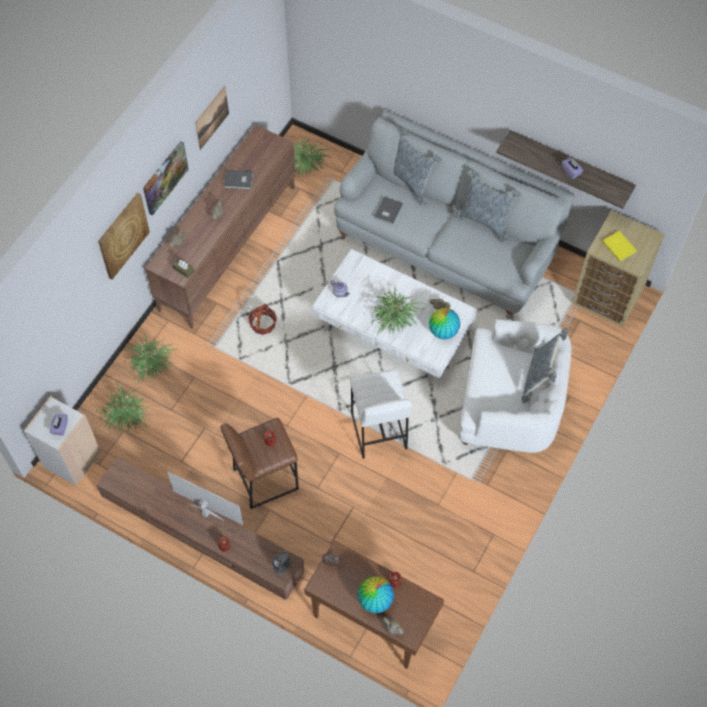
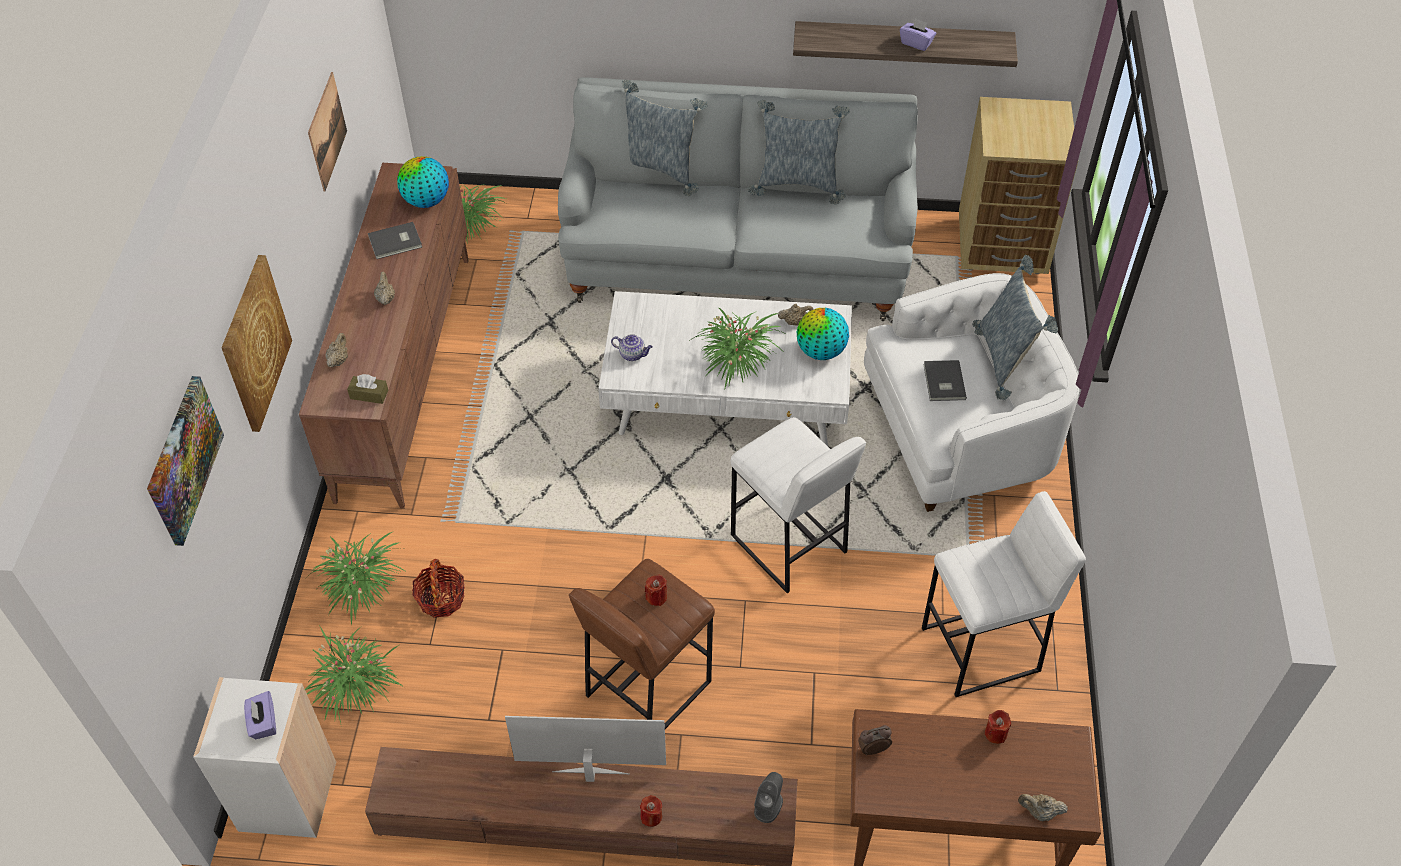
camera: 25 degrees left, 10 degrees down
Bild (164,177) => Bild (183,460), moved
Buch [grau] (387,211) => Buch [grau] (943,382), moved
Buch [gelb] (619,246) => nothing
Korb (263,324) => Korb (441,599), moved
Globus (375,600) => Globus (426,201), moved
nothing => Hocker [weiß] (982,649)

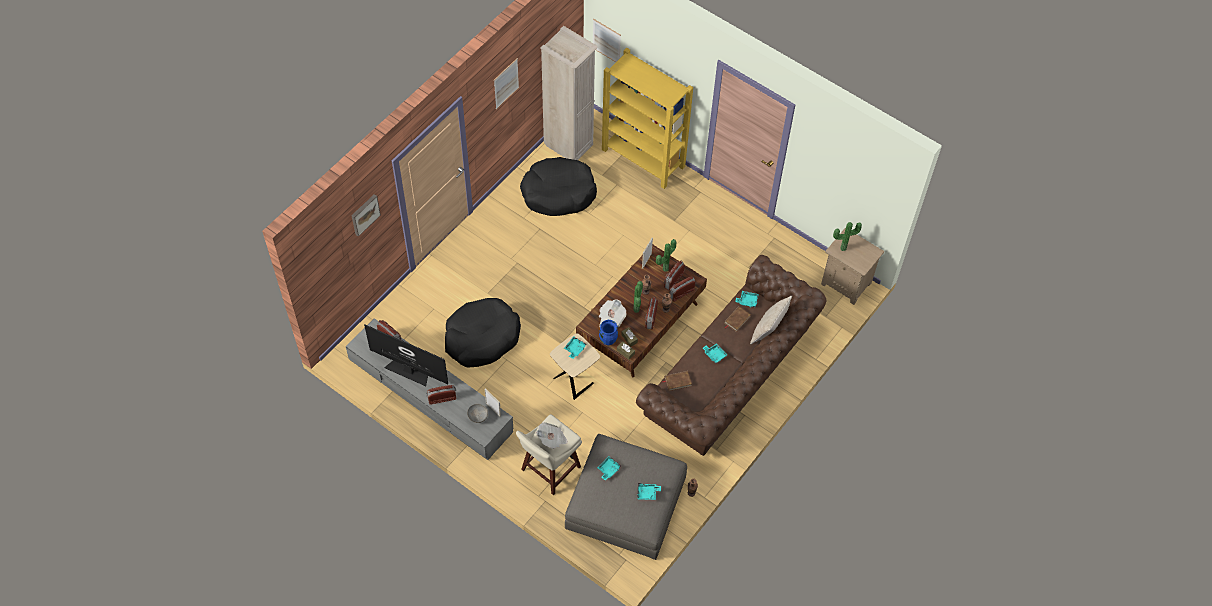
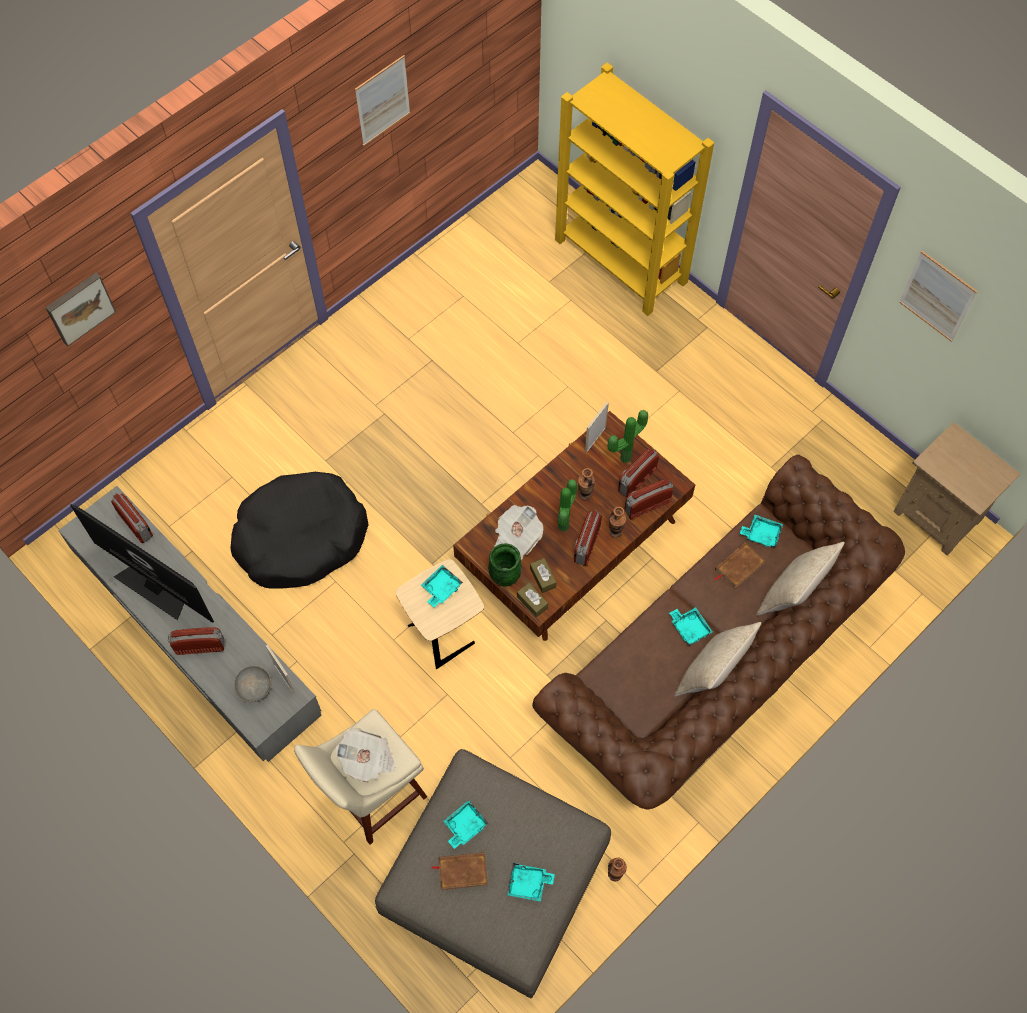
camera: 10 degrees right, 5 degrees up
Bild (606,41) => Bild (937,296), moved
Schrank [beige] (569,144) => nothing
Hundebett [schwarz] (558,193) => nothing
Topfpflanze (842,247) => nothing
Vase [blau] (608,340) => Vase [grün] (505,576)
Buch [braun] (677,381) => Buch [braun] (462,871), moved
nothing => Kissen [beige] (711,673)

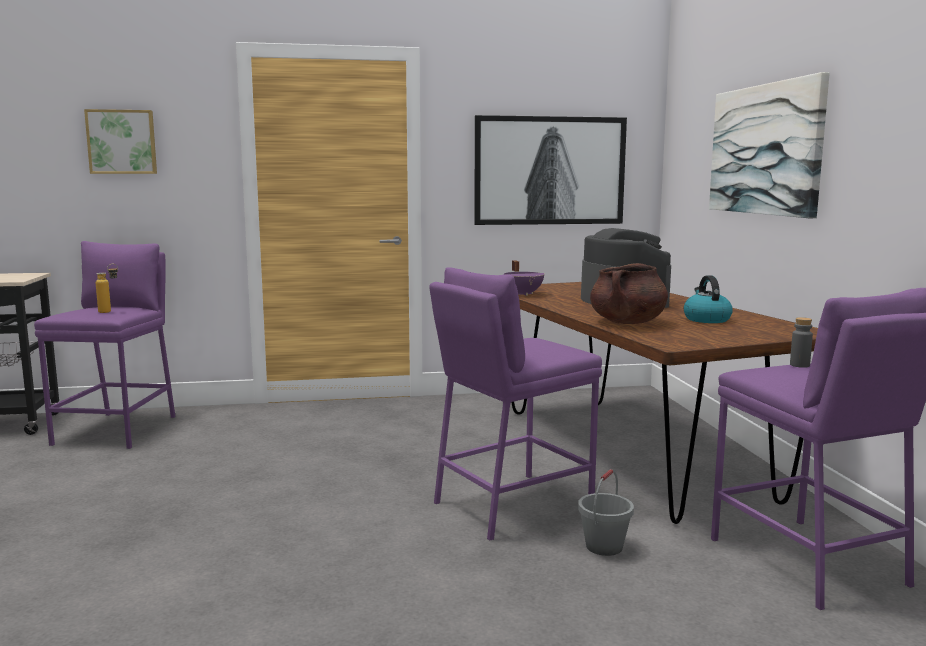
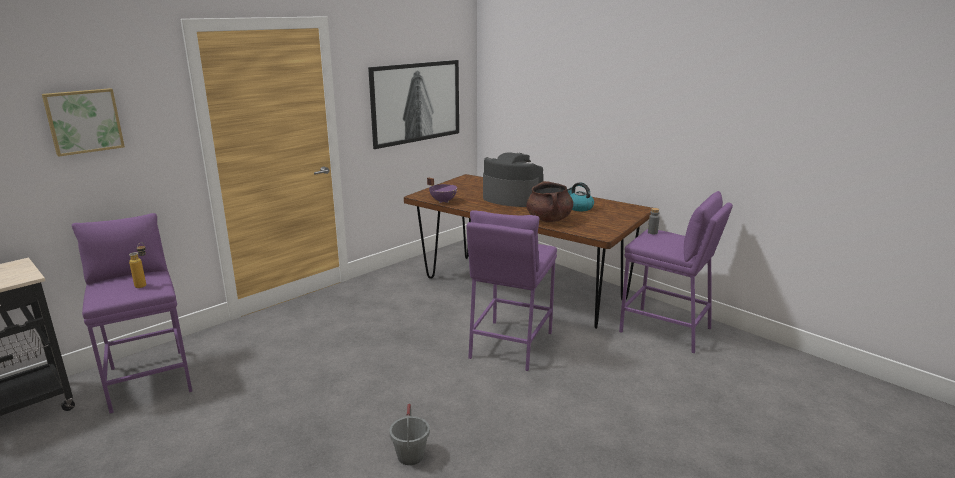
camera: 35 degrees left, 10 degrees up
Bild (765,149) => nothing
Eimer [grau] (603,546) => Eimer [grau] (410,456), moved

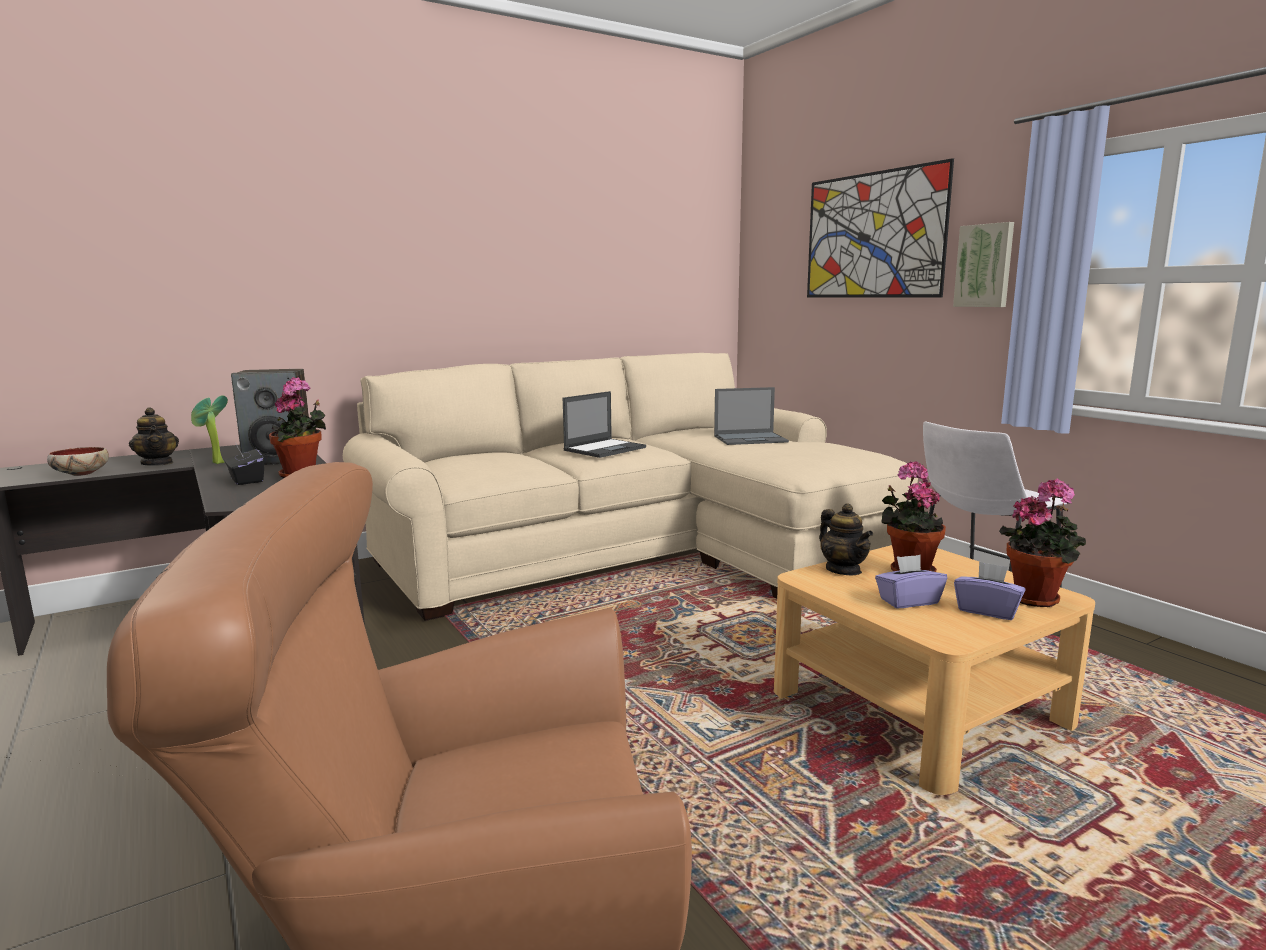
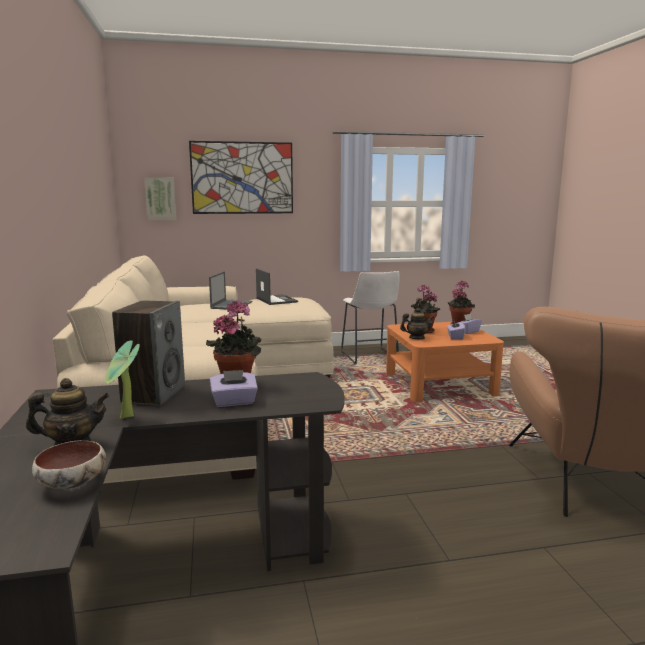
camera: 70 degrees left, 0 degrees up
Bild (984,266) => Bild (160,198), moved
Laptop (605,449) => Laptop (276,300), moved
Taschentuchbox [schwarz] (246,480) => Taschentuchbox [lila] (234,402)
Couchtisch [beige] (918,707) => Couchtisch [orange] (438,384)

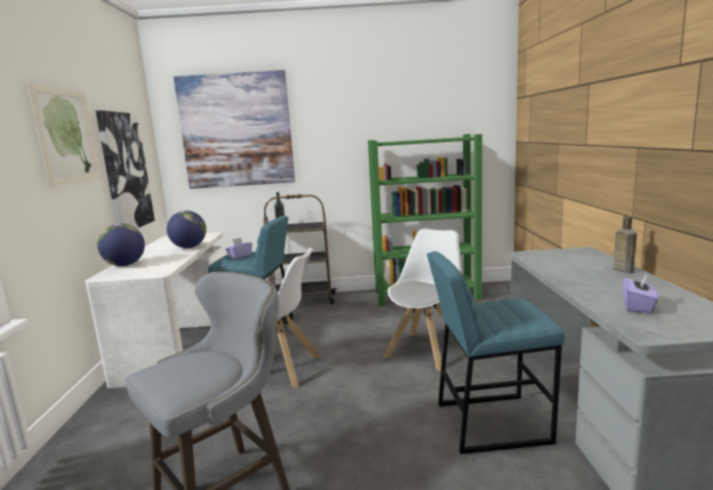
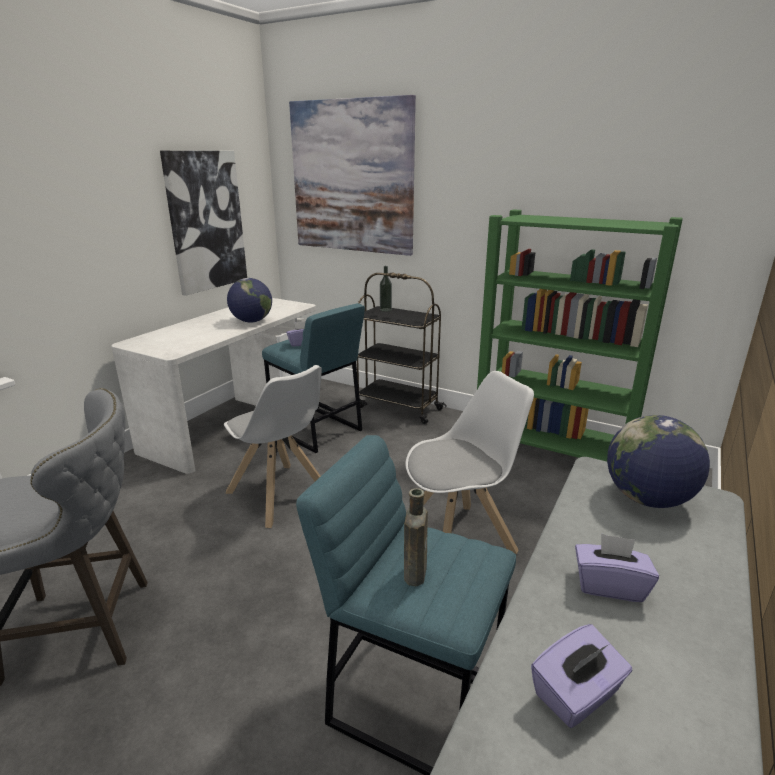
camera: 30 degrees right, 10 degrees up
Bild (66,136) => nothing
Flasche [braun] (622,270) => Flasche [braun] (415,571), moved
Globus (125,265) => Globus (647,499), moved
nothing => Taschentuchbox [lila] (609,585)

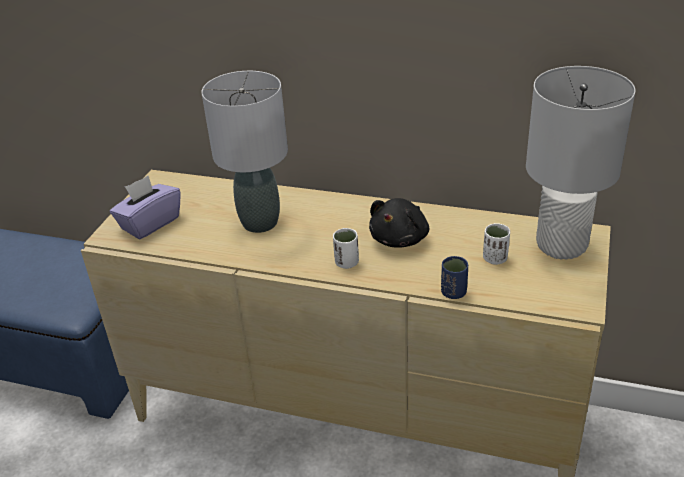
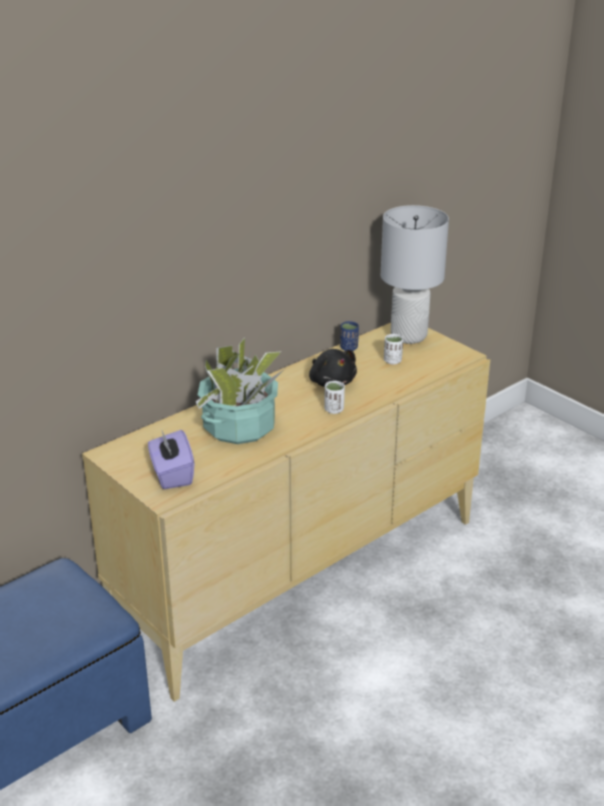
camera: 60 degrees left, 5 degrees down
Tischlampe [grau] (259,223) => Topfpflanze (239,427)
Tasse [blau] (453,293) => Tasse [blau] (349,348), moved

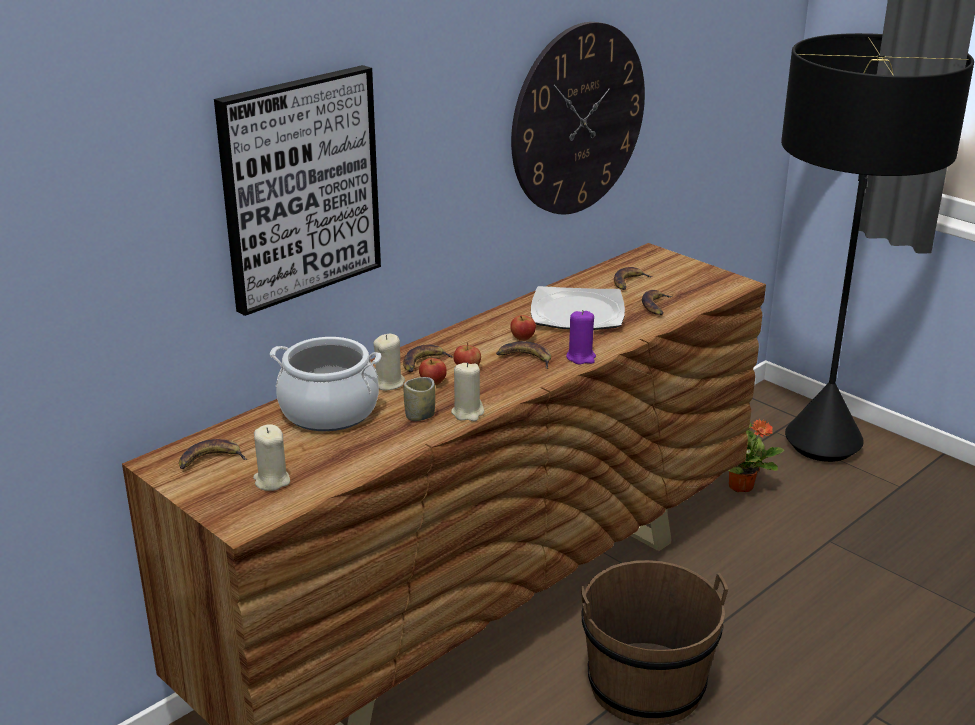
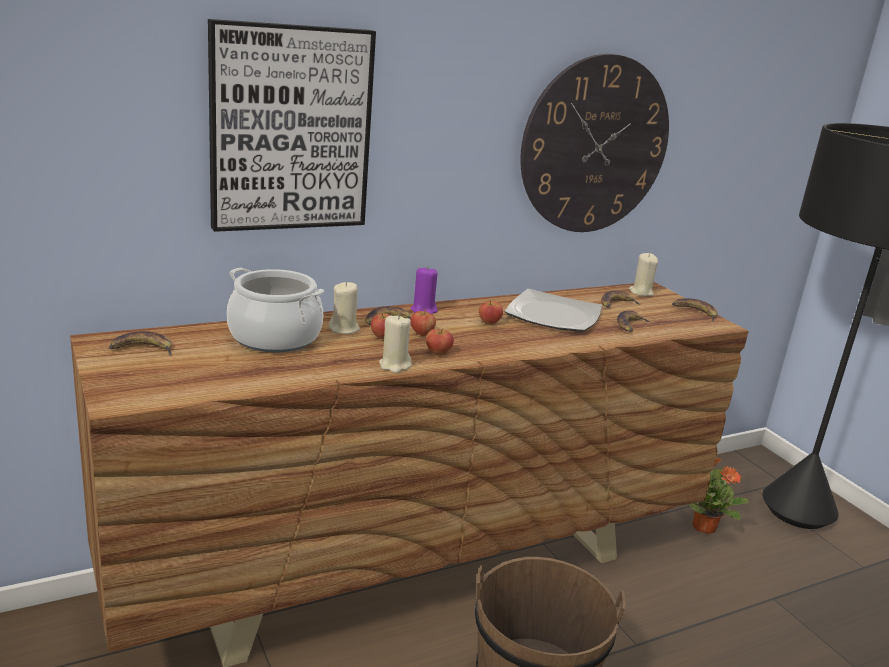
camera: 15 degrees right, 5 degrees down
Kerze [lila] (581,357) => Kerze [lila] (424,310), moved
Banane (525,358) => Banane (695,312), moved
Tasse (420,415) => nothing
Kerze [beige] (272,481) => Kerze [beige] (641,292), moved
nothing => Apfel (438,352)

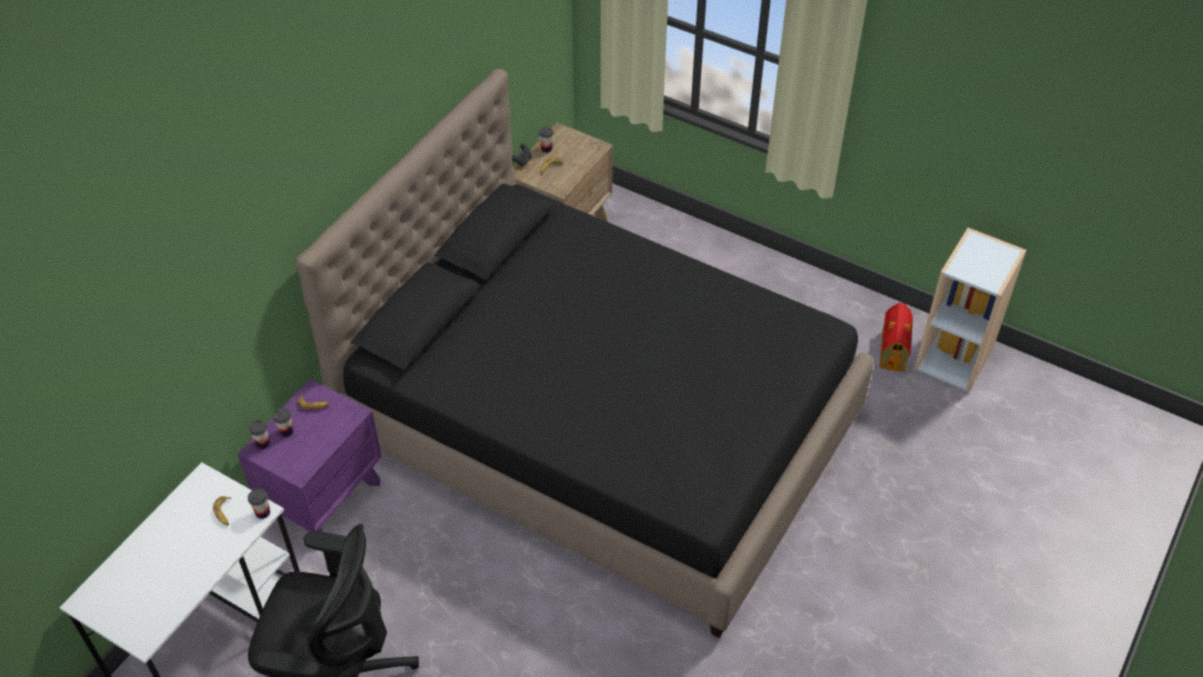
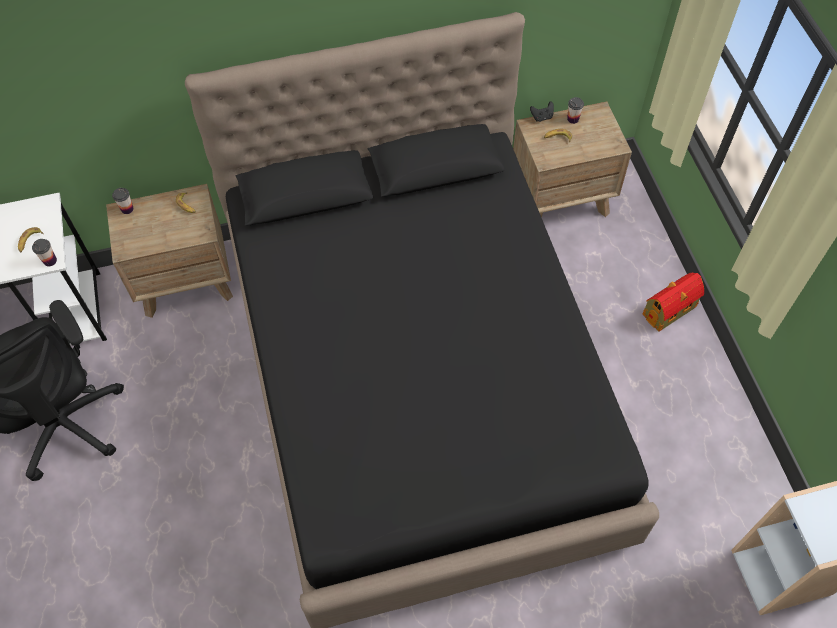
camera: 45 degrees right, 10 degrees up
Spielzeughaus (893,350) => Spielzeughaus (670,310), moved
Nachttisch [lila] (324,498) => Nachttisch [braun] (186,281)
Tasse (286,431) => nothing

